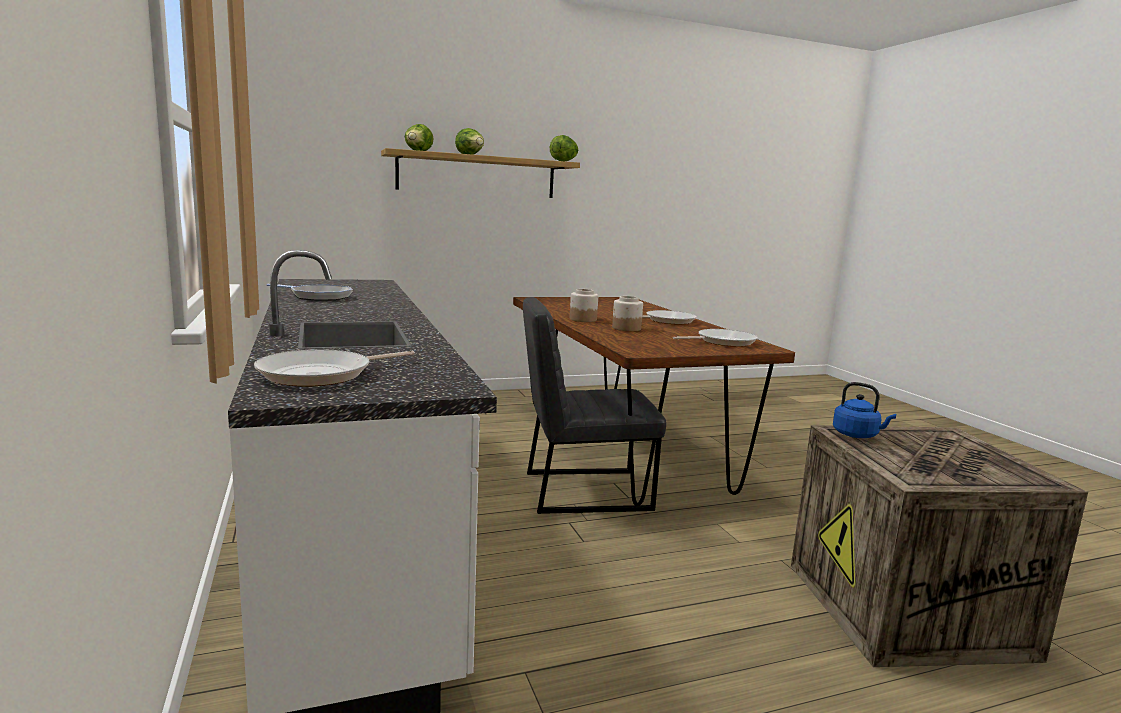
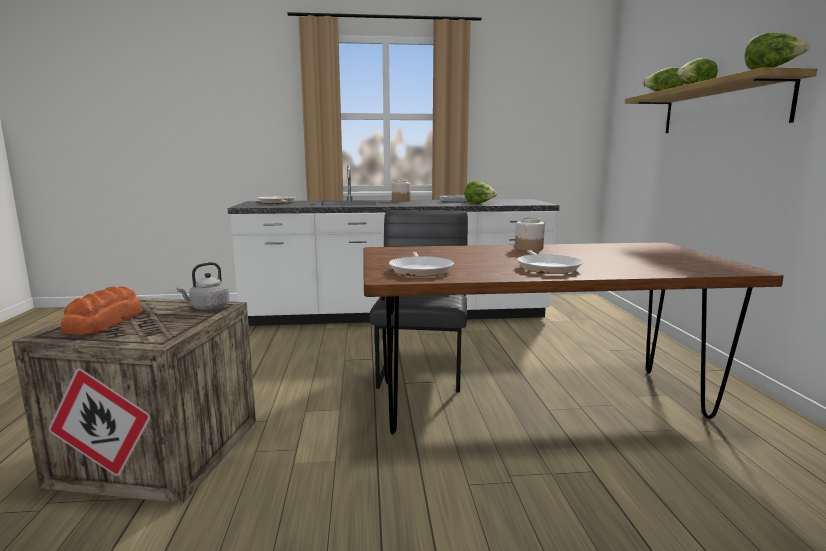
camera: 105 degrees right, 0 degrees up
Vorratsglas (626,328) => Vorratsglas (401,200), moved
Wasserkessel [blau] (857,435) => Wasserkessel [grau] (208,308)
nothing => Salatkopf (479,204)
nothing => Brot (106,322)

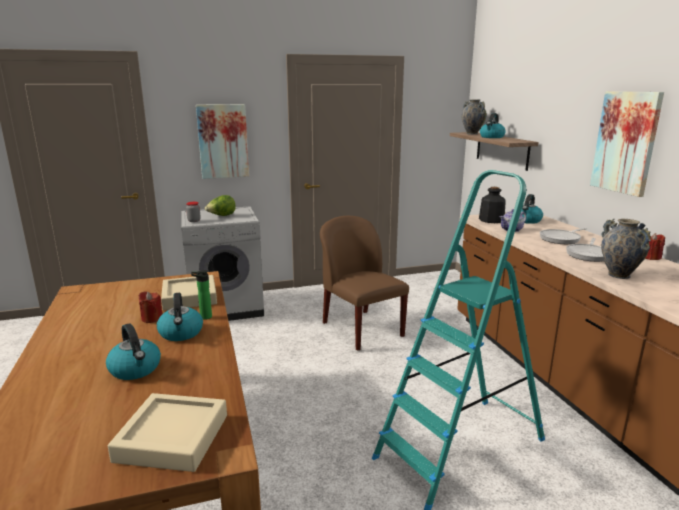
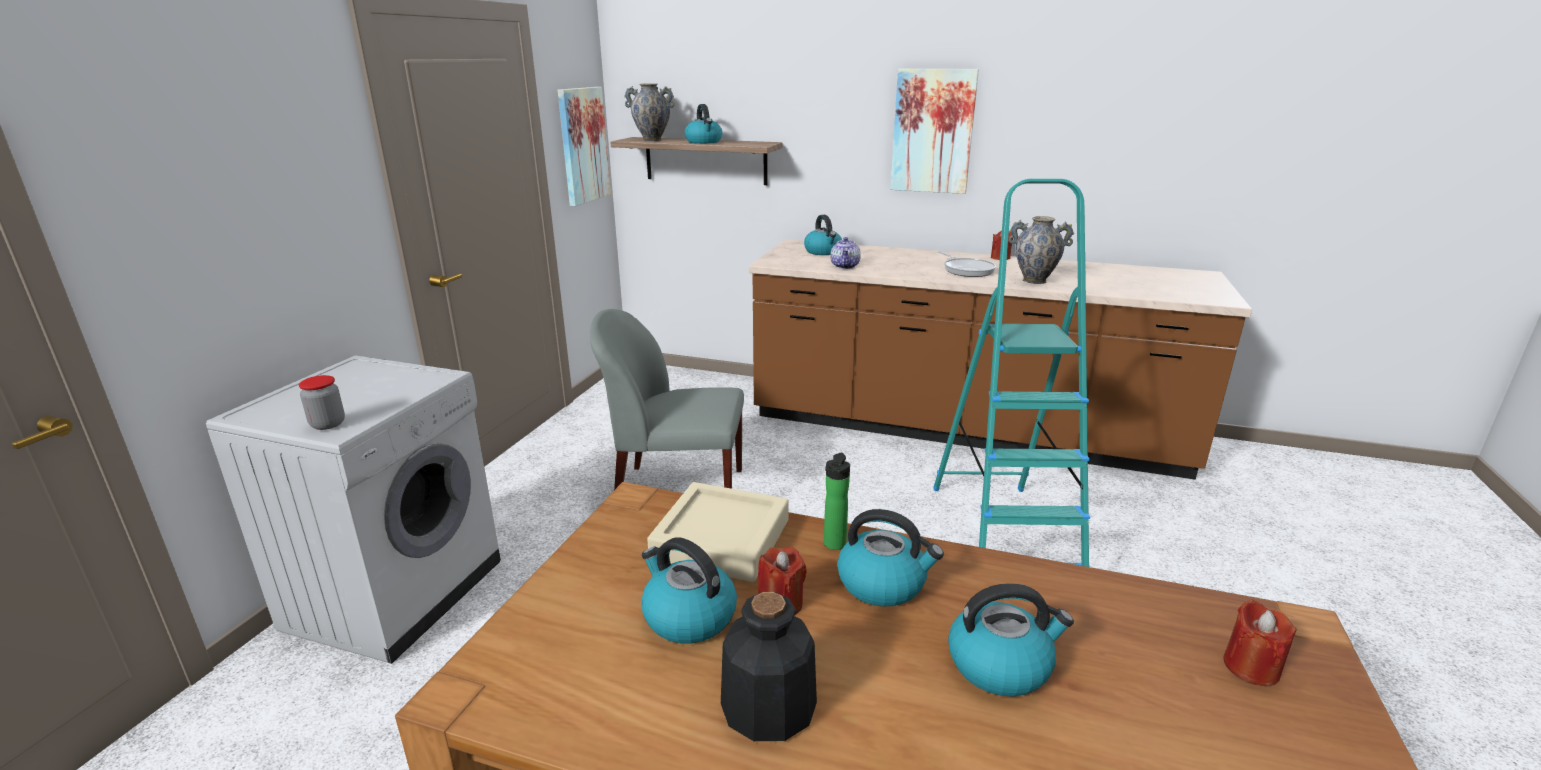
camera: 55 degrees left, 5 degrees up
Bild (223,141) => Bild (583,145), moved
Flasche (491,220) => Flasche (767,707), moved
Salatkopf (221,216) => nothing
Stuhl [braun] (361,329) => Stuhl [grau] (677,491)
Pfanne (561,239) => nothing
Tablett [beige] (172,438) => Kerze [rot] (1250,667)
nothing => Wasserkessel (688,617)

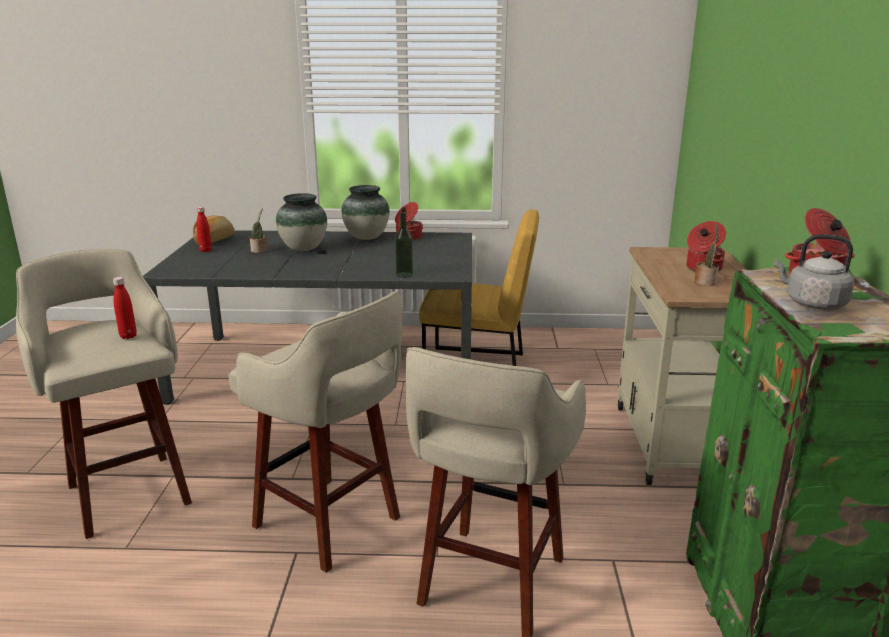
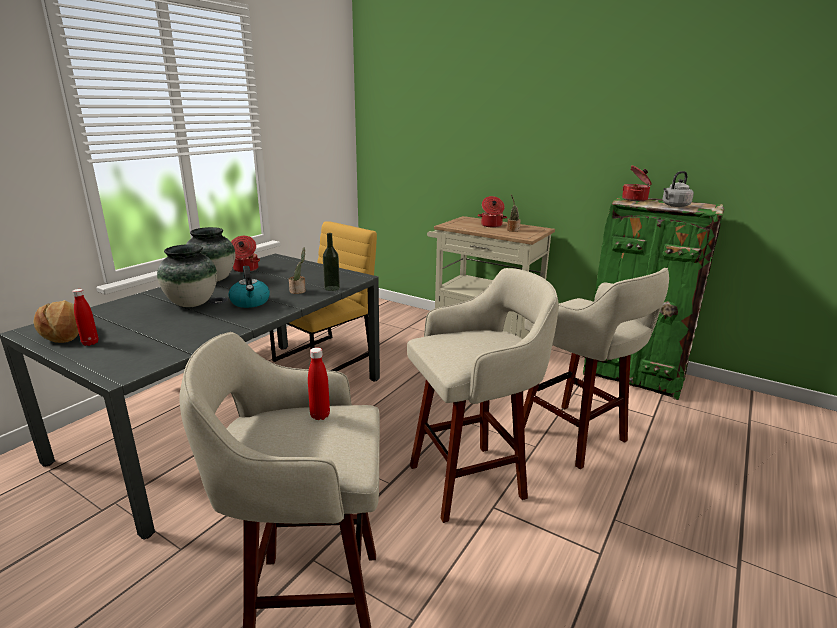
camera: 60 degrees left, 0 degrees up
Topfpflanze (259,251) => Topfpflanze (299,291), moved
nothing => Wasserkessel (250,302)

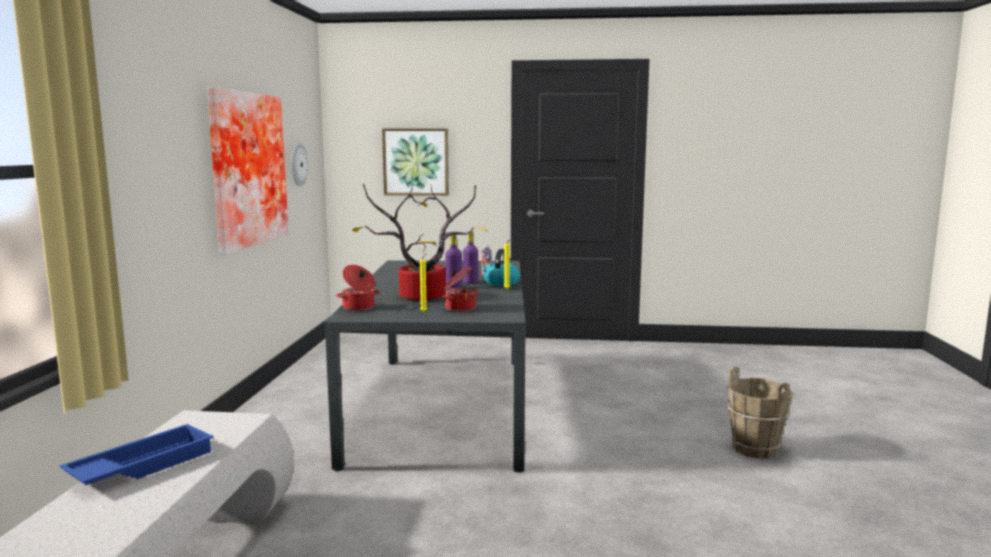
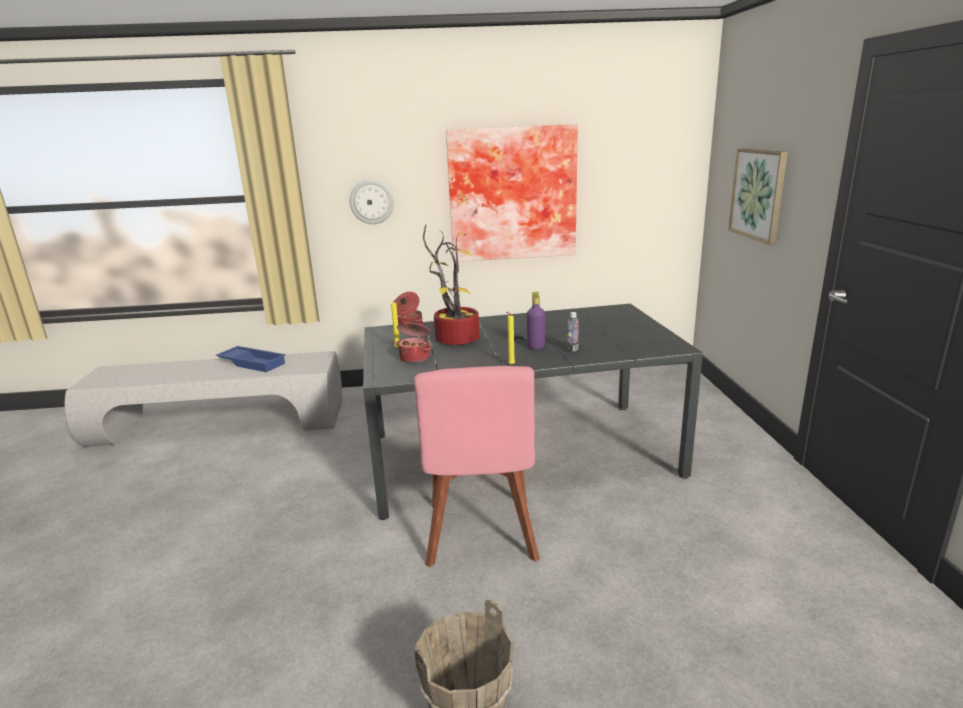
camera: 80 degrees right, 10 degrees up
Wanduhr (298,164) => Wanduhr (372,202), moved
Flasche [lila] (454,287) => nothing
Wasserkessel (501,283) => nothing
nothing => Stuhl [rosa] (481,536)

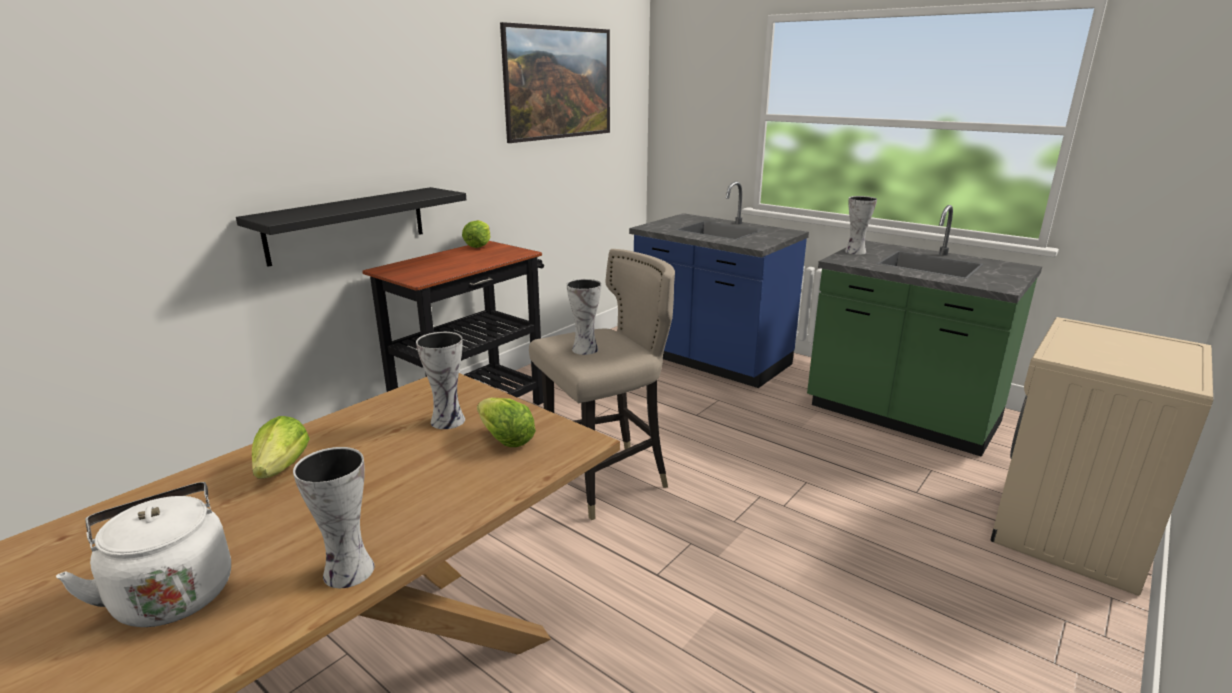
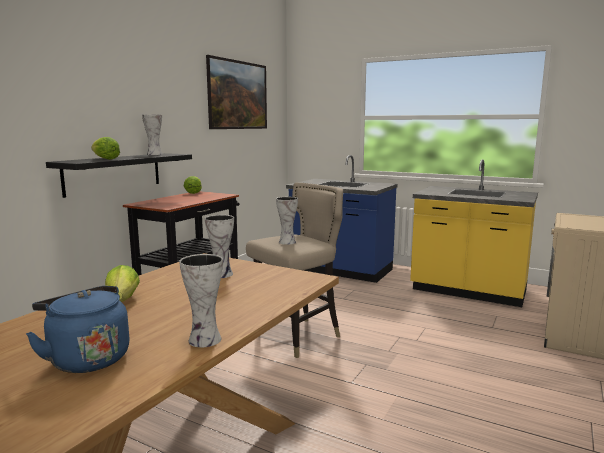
camera: 10 degrees left, 10 degrees down
Vase (854,252) => Vase (153,154), moved
Küchenzeile [grün] (901,416) => Küchenzeile [gelb] (468,291)
Salatkopf (506,440) => Salatkopf (105,159), moved
Wasserkessel [weiß] (172,592) => Wasserkessel [blau] (87,358)

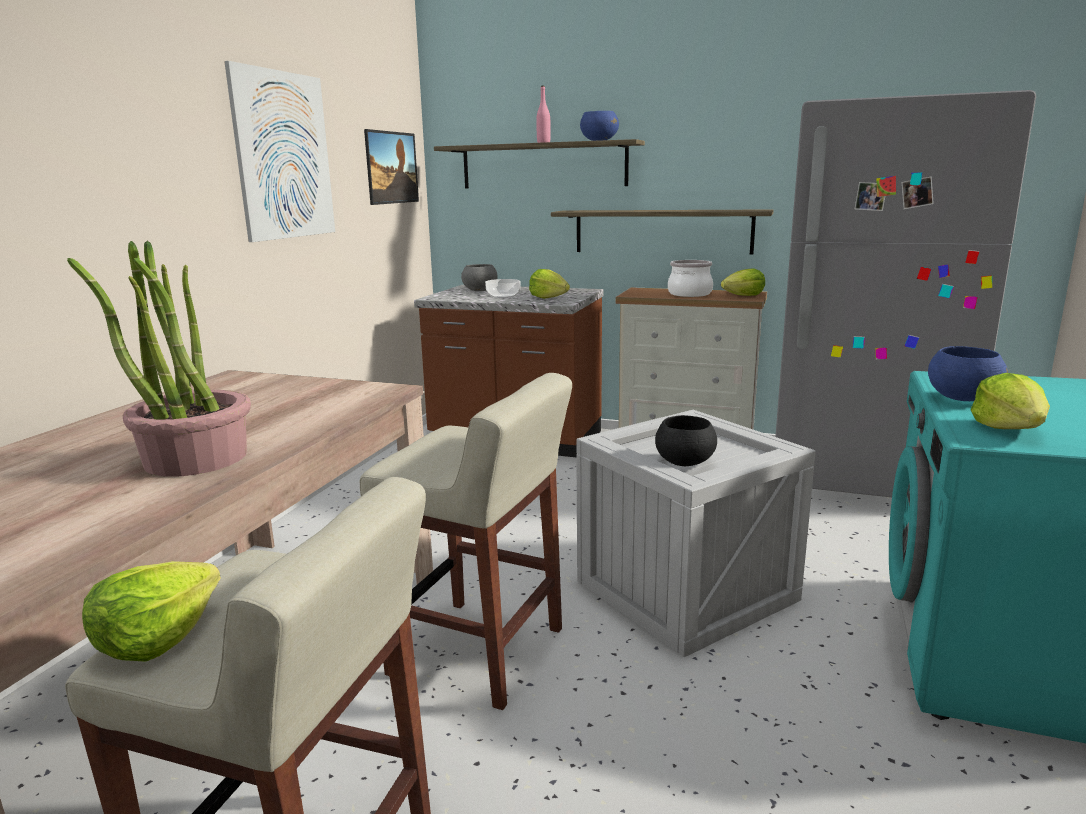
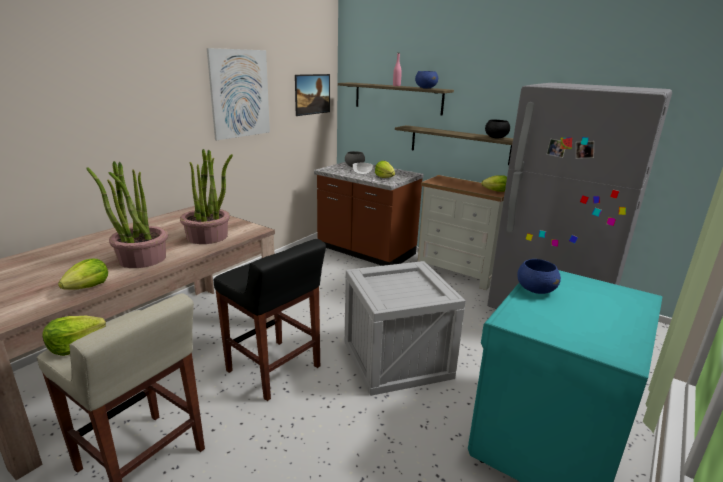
camera: 15 degrees right, 5 degrees up
Kochtopf (689,294) => nothing
Hocker [beige] (480,652) => Hocker [schwarz] (274,370)
Salatkopf (1009,428) => Salatkopf (88,287), moved
Schüssel [schwarz] (684,462) => Schüssel [schwarz] (496,138), moved
nothing => Topfpflanze (208,236)

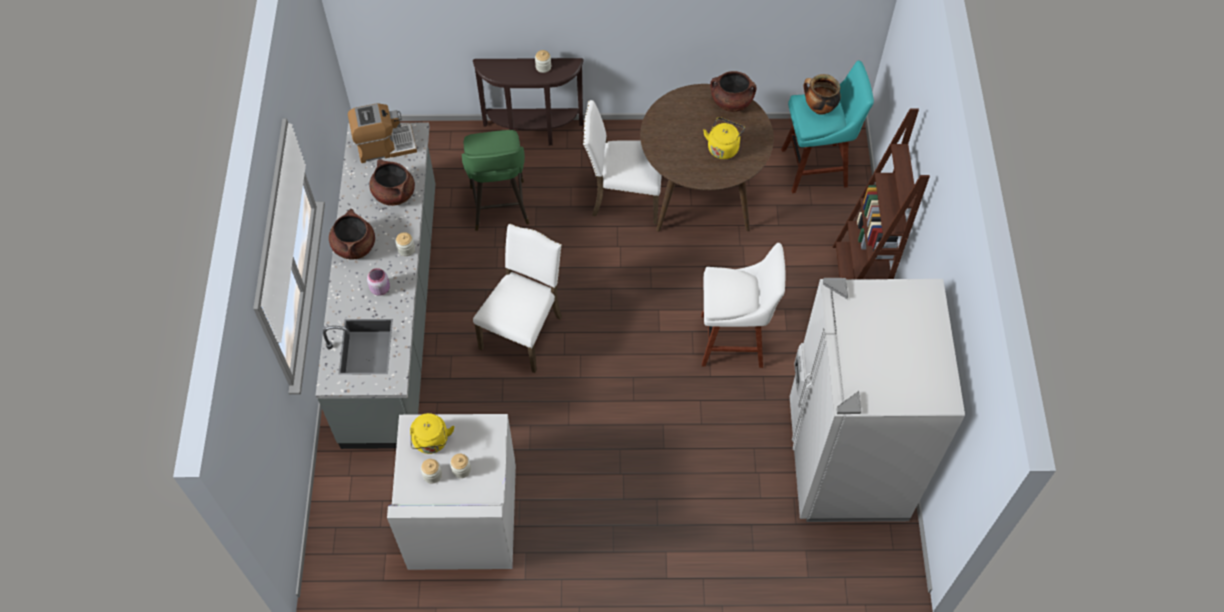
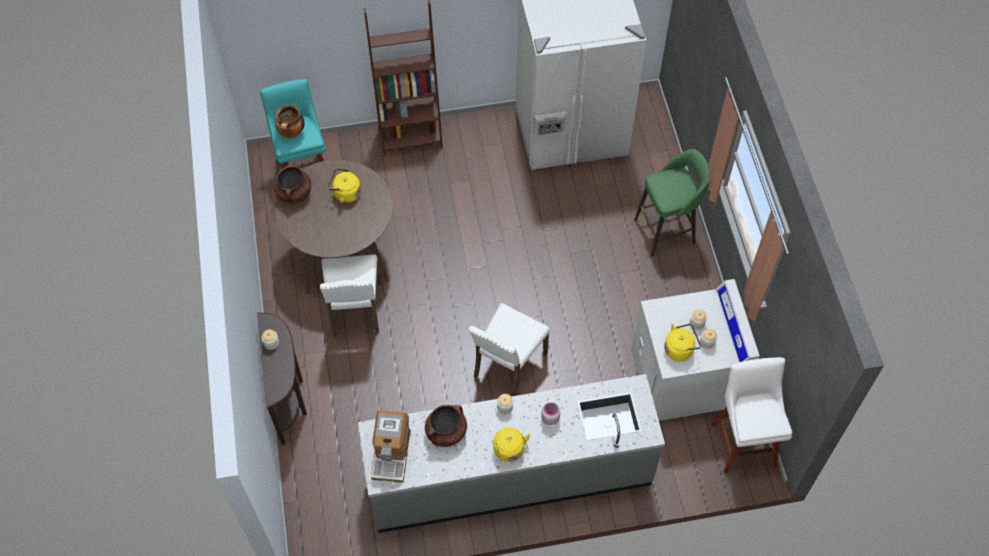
camera: 100 degrees left, 0 degrees up
Kaffeemaschine (385,145) => Kaffeemaschine (391,454), 150 degrees counterclockwise
Hocker [grün] (499,207) => Hocker [grün] (666,231), moved
Kochtopf [braun] (354,246) => Wasserkessel [gelb] (510,451)
Stuhl [weiß] (523,331) => Stuhl [weiß] (508,365), 75 degrees counterclockwise
Hocker [weiß] (734,341) => Hocker [weiß] (743,442), moved

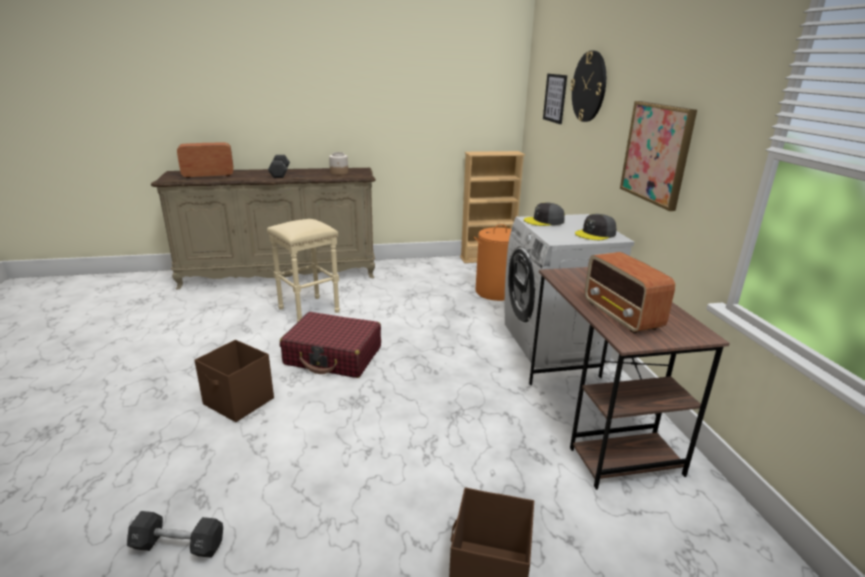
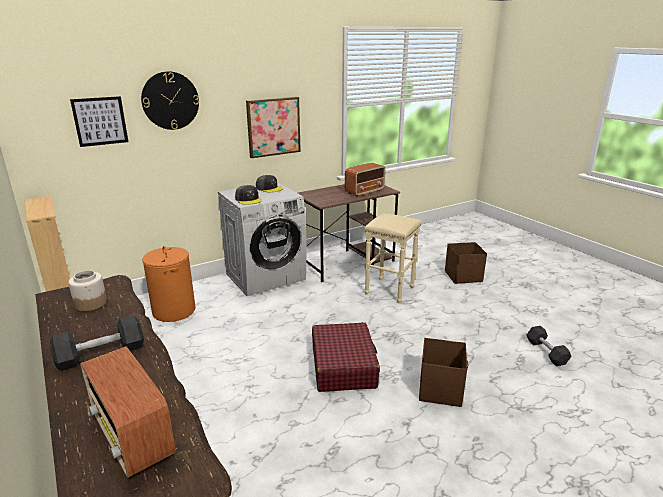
camera: 110 degrees left, 0 degrees up
Hocker [beige] (307,310) => Hocker [beige] (390,291), moved

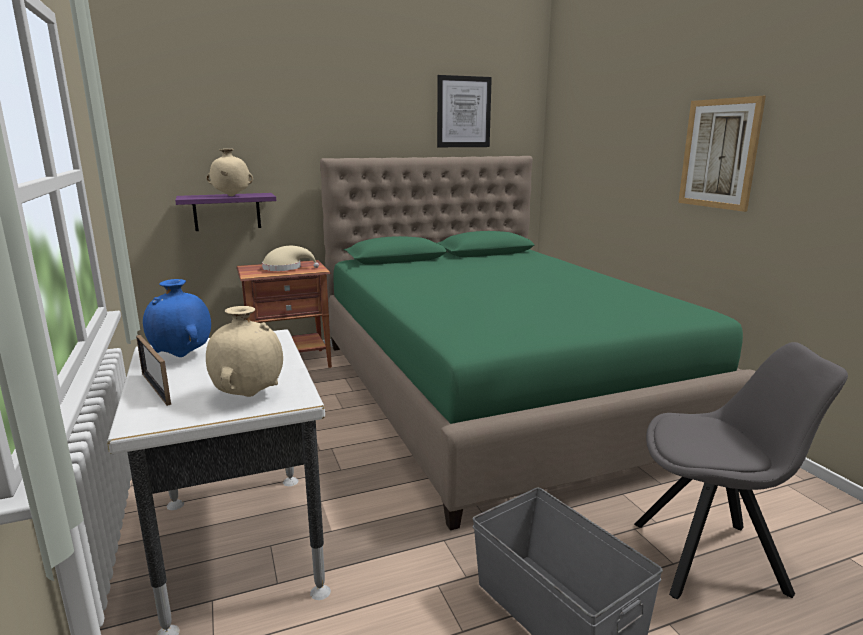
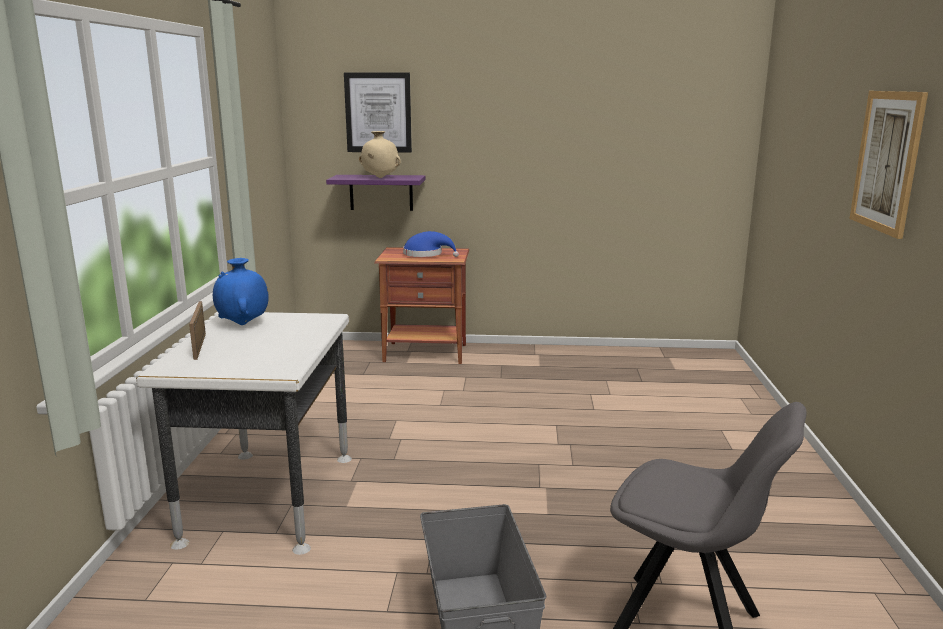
camera: 25 degrees right, 0 degrees up
Bild (463,112) => Bild (378,112), moved
Bett [grün] (495,391) => nothing
Hut [beige] (285,268) => Hut [blau] (426,254)
Vase [beige] (249,395) => nothing

